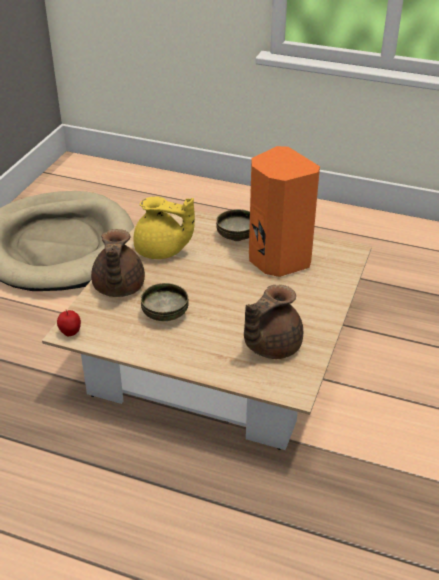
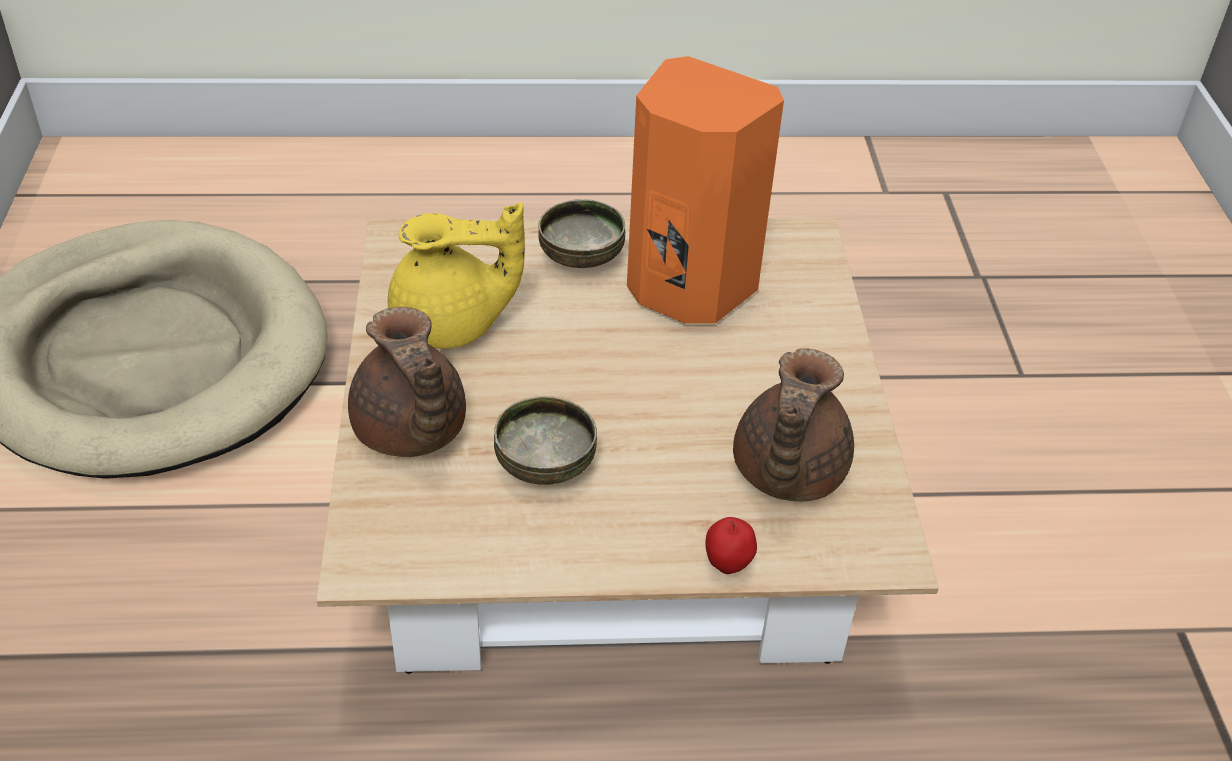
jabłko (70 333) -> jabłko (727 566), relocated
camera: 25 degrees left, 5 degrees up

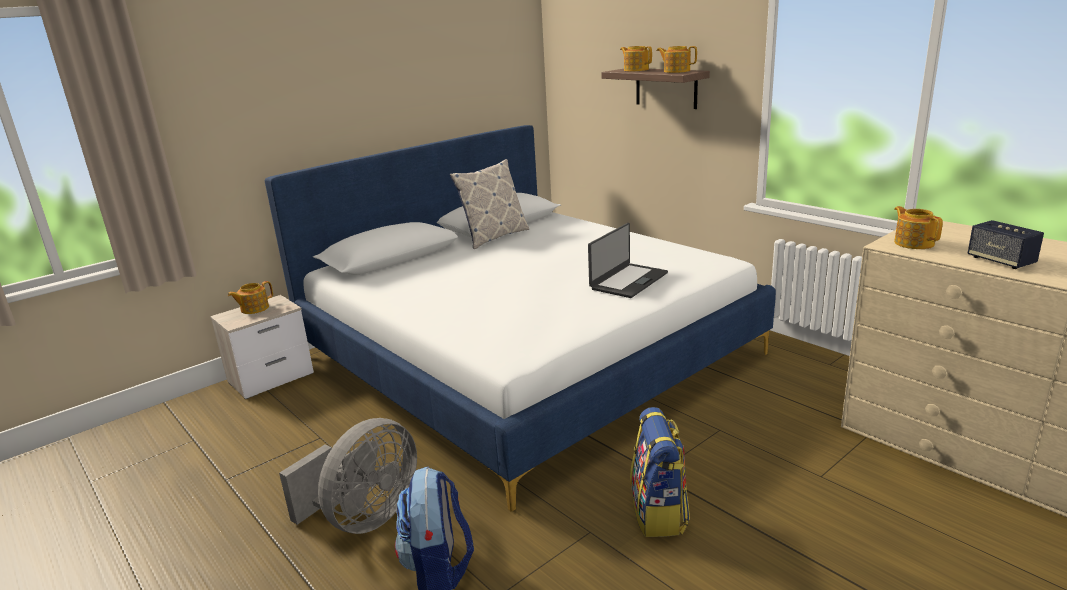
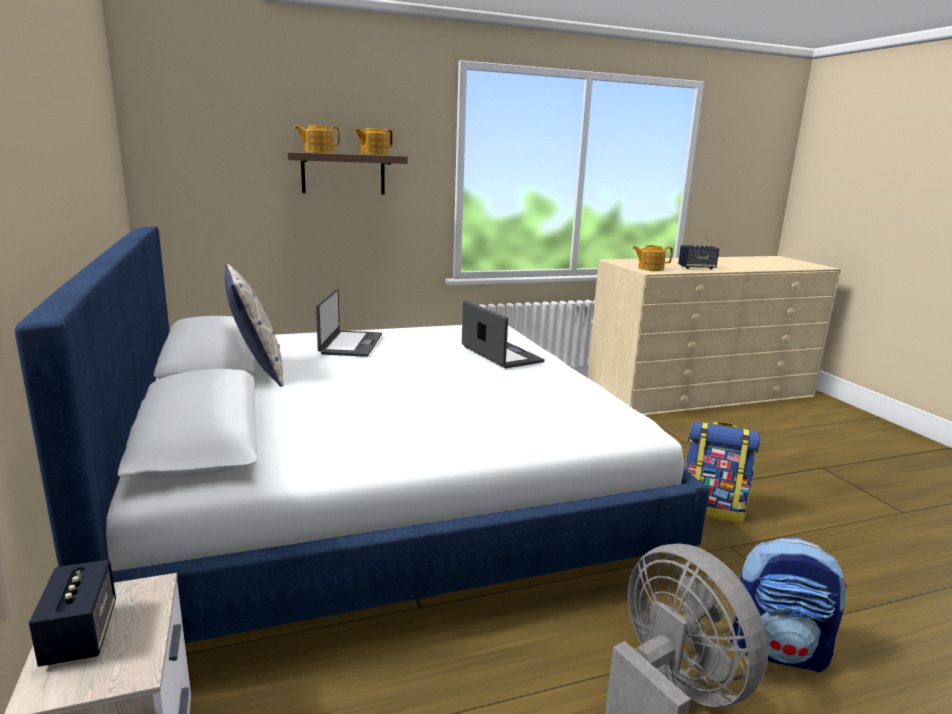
imbryk (254 308) -> głośnik (80 635)
none -> laptop (350 344)
camera: 70 degrees left, 5 degrees down

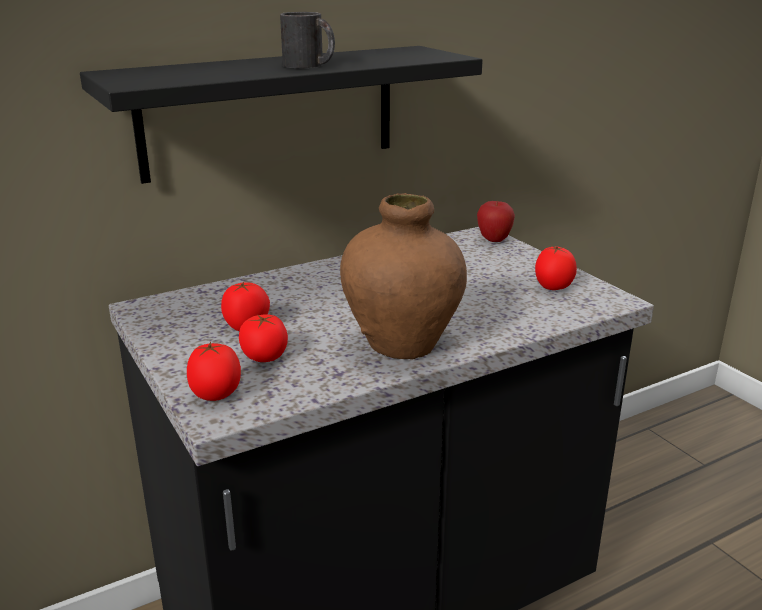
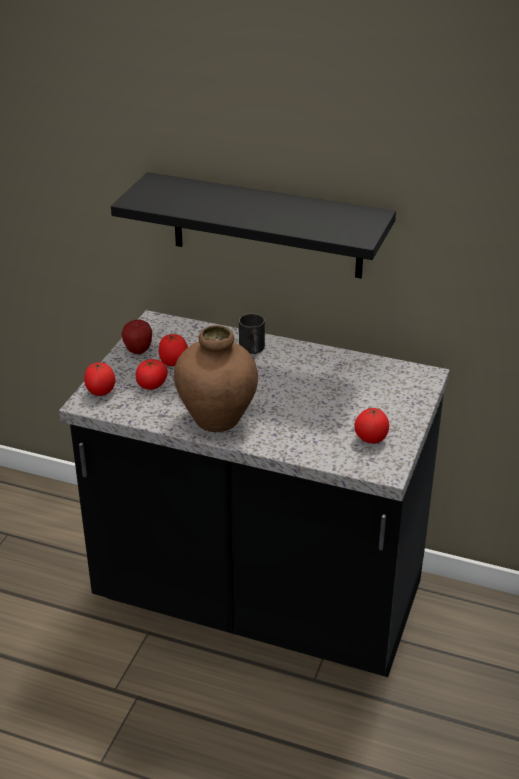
kubek (czarny) (310 65) -> kubek (czarny) (253 349), relocated
jabłko (494 240) -> jabłko (138 351), relocated
camera: 50 degrees right, 10 degrees up

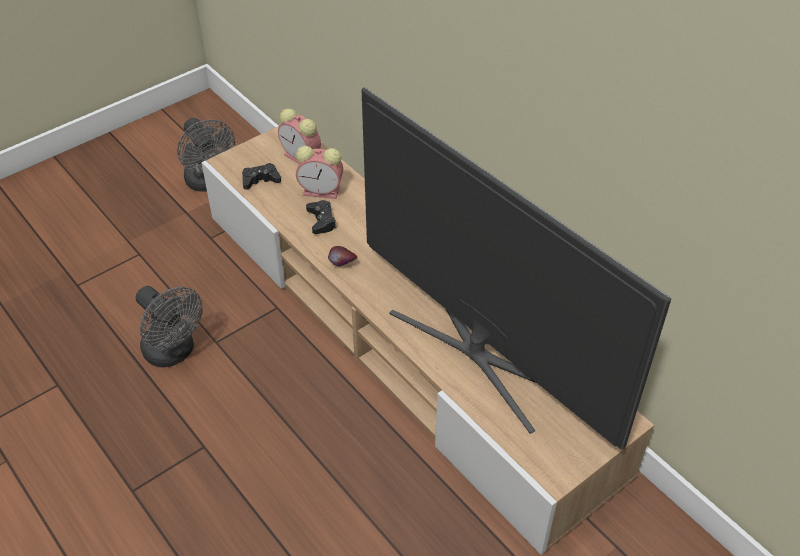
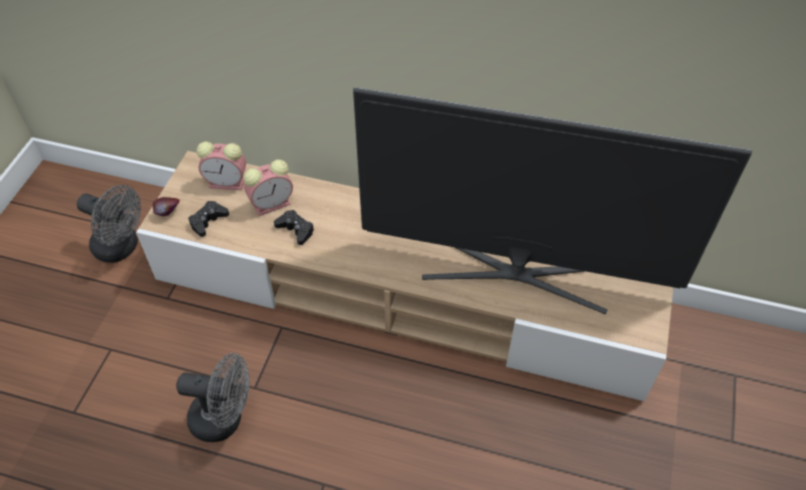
jabłko (342 265) -> jabłko (168 213), relocated
camera: 35 degrees left, 5 degrees up

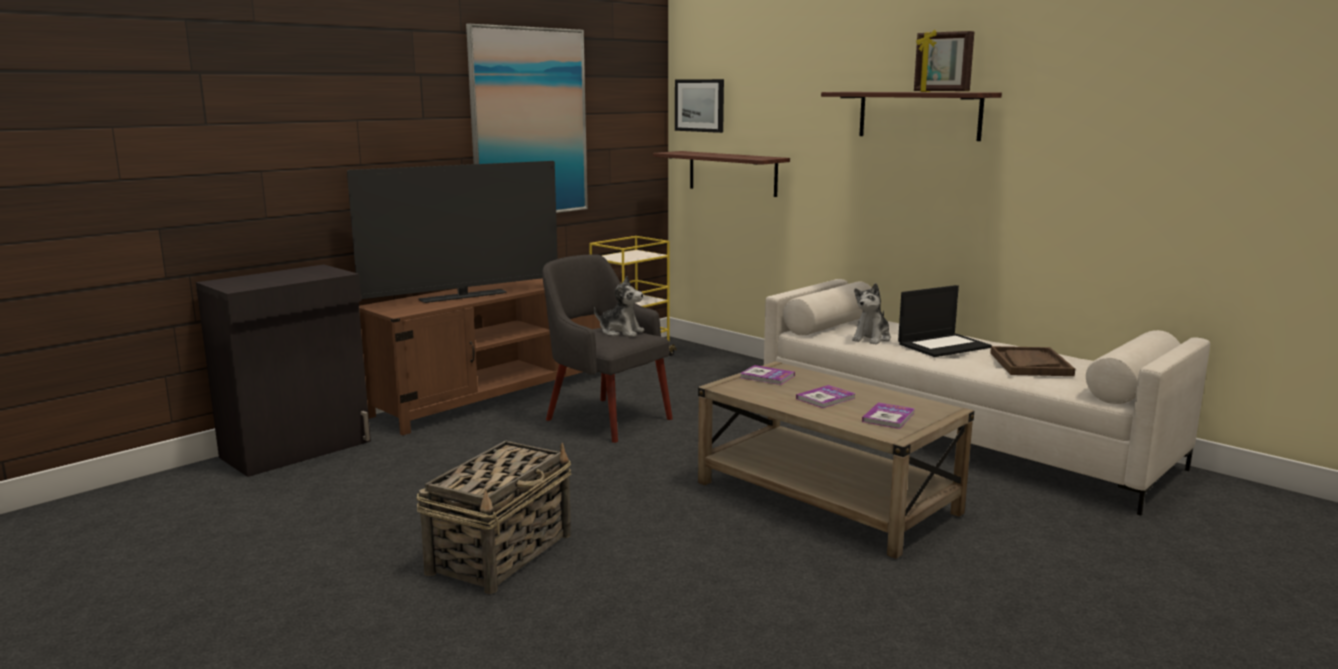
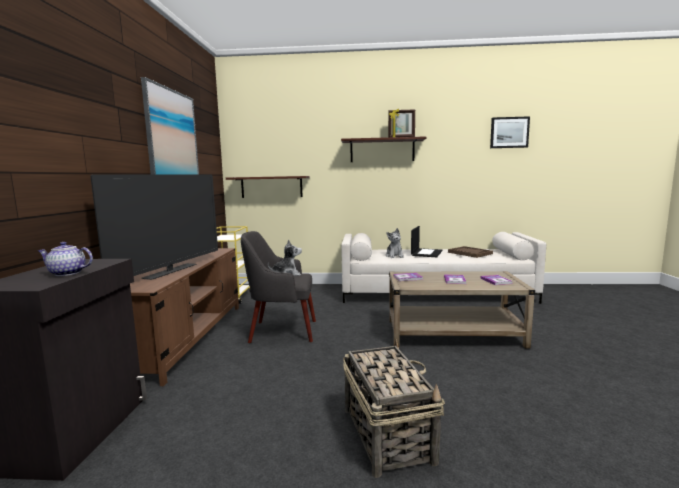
obraz (700 105) -> obraz (509 132), relocated
none -> imbryk (66 273)
camera: 40 degrees left, 5 degrees down

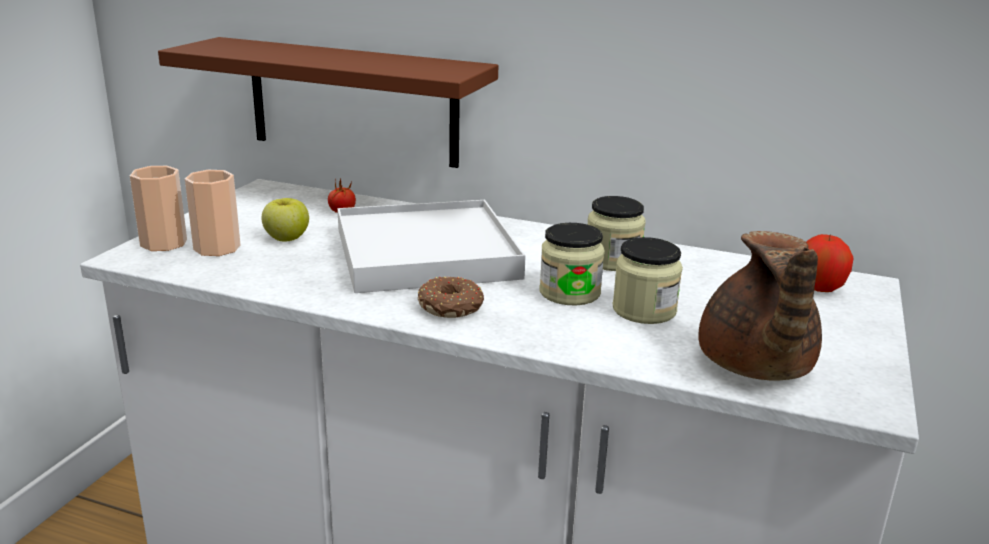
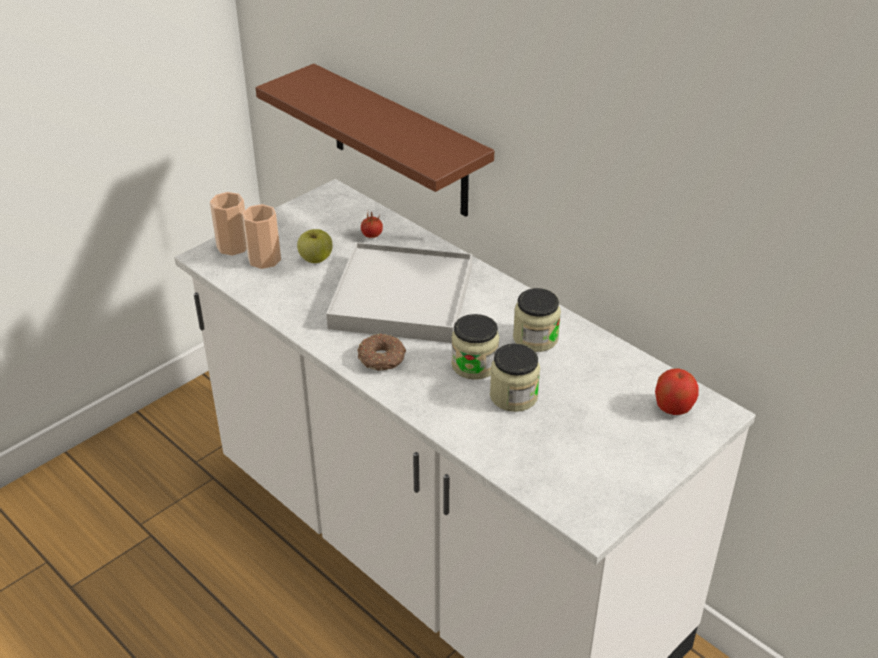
imbryk (brązowy) (754 367) -> none
camera: 25 degrees right, 15 degrees up

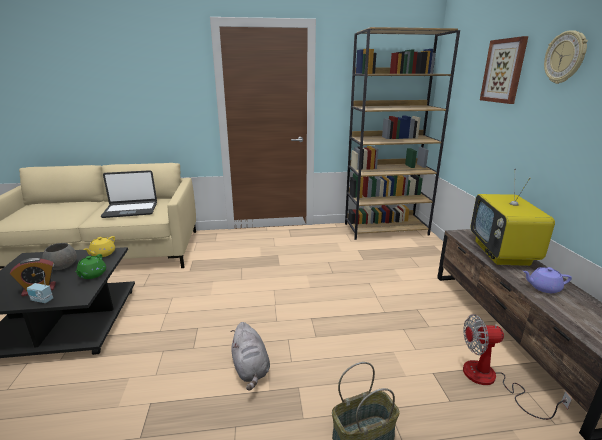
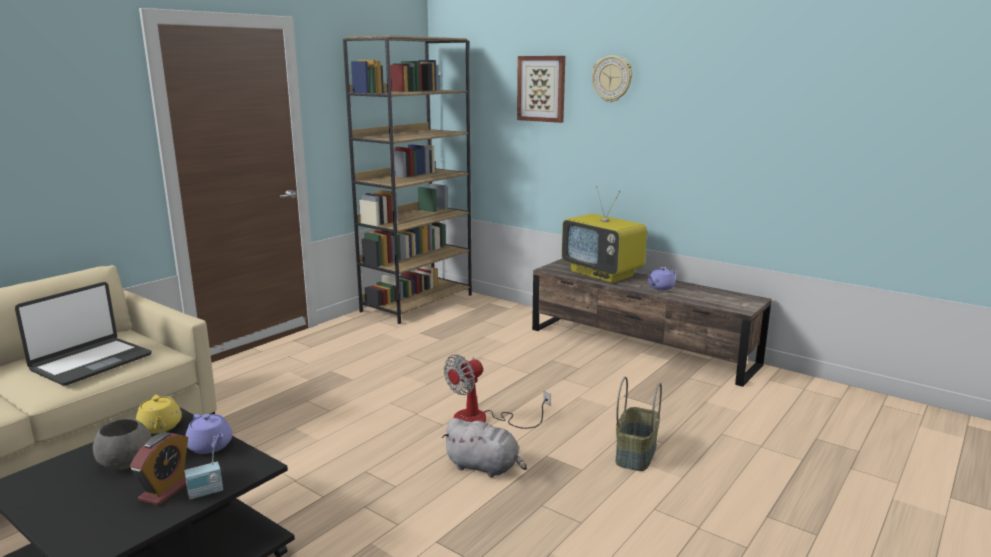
imbryk (zielony) (92 275) -> imbryk (fioletowy) (210 446)
wentylator (490 380) -> wentylator (482 420), relocated
camera: 45 degrees left, 5 degrees down

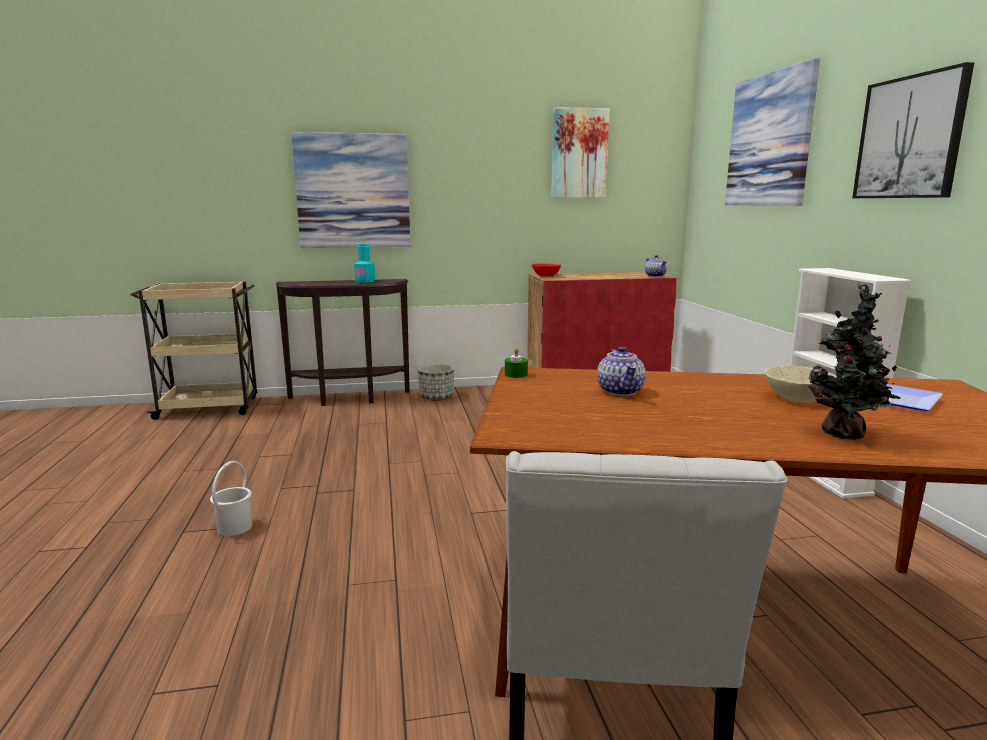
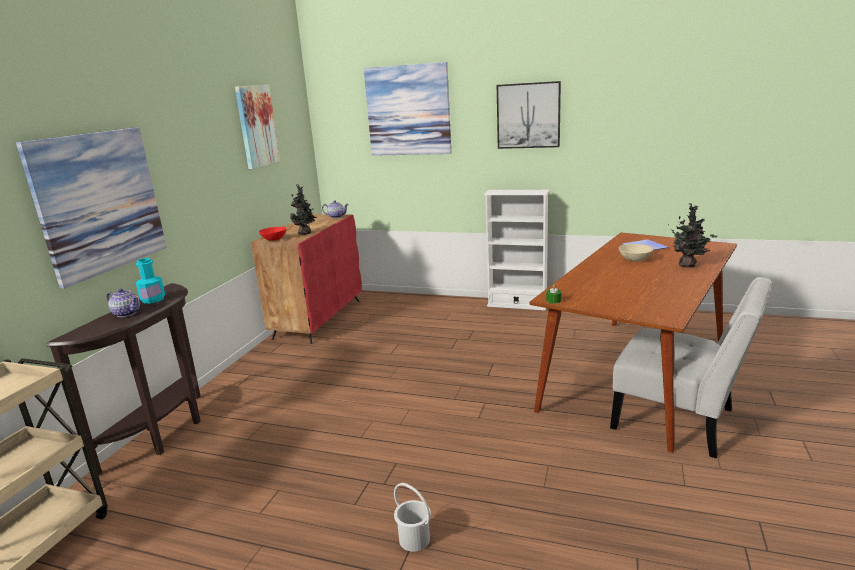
imbryk (620 391) -> imbryk (126 313), relocated
donica (436 397) -> none
none -> roślina doniczkowa (306 233)
camera: 60 degrees left, 5 degrees up

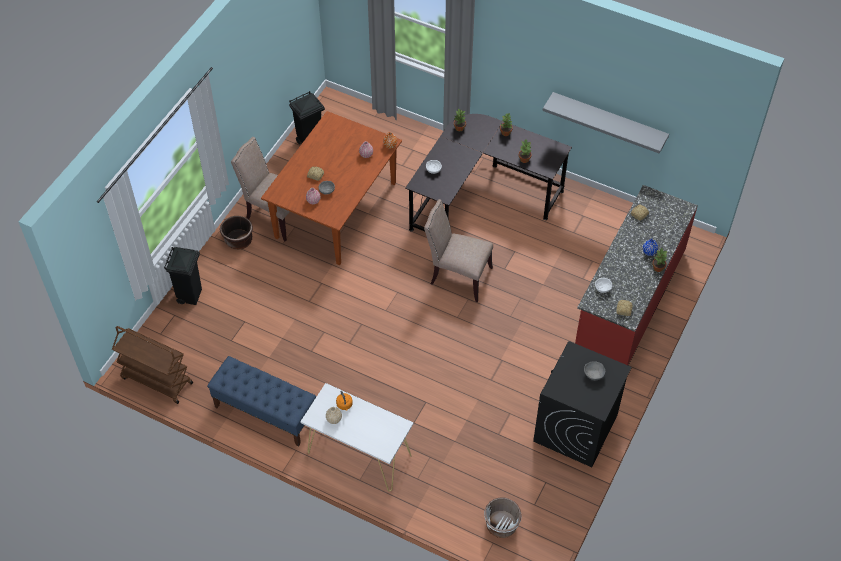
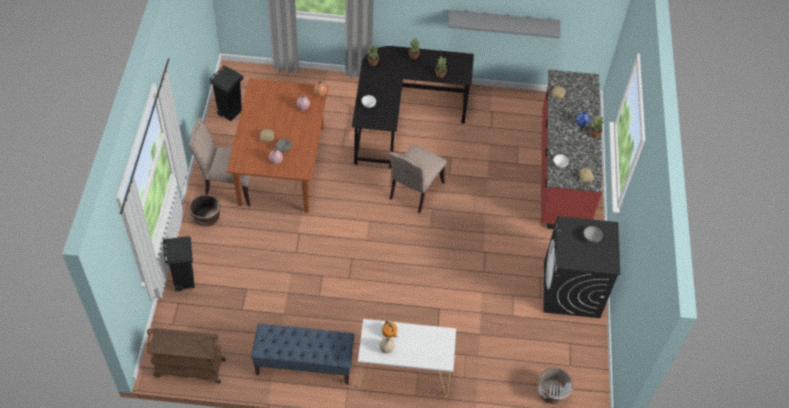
krzesło (beżowy) (458 276) -> krzesło (beżowy) (414 192), 60 degrees counterclockwise
camera: 25 degrees left, 0 degrees up

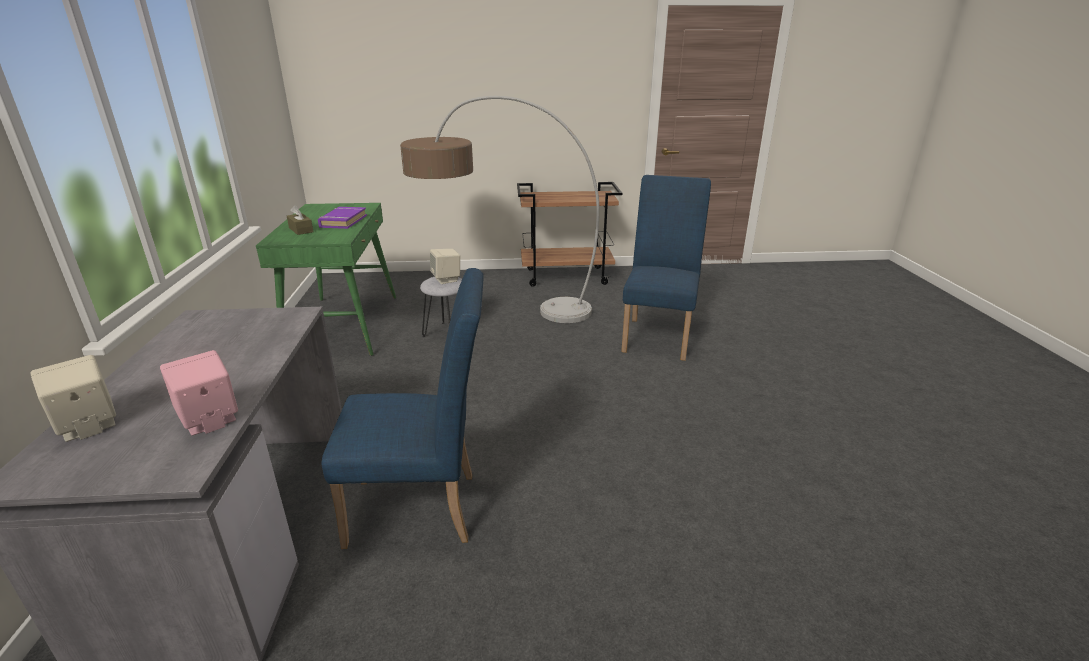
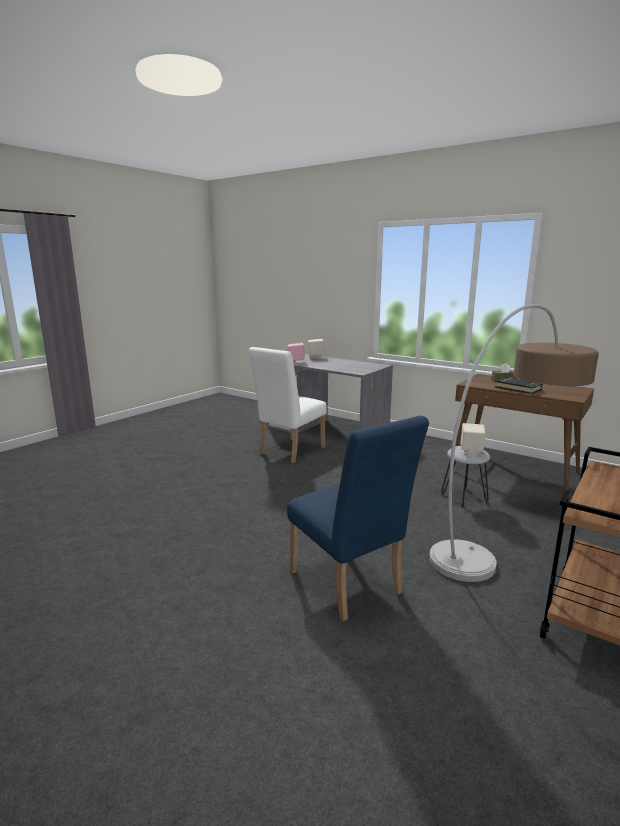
biurko (zielony) (343 325) -> biurko (brązowy) (514 471)
książka (fioletowy) (343 221) -> książka (czarny) (518 388)
krzesło (niebieski) (424 509) -> krzesło (biały) (289 452)
camera: 130 degrees right, 10 degrees down

